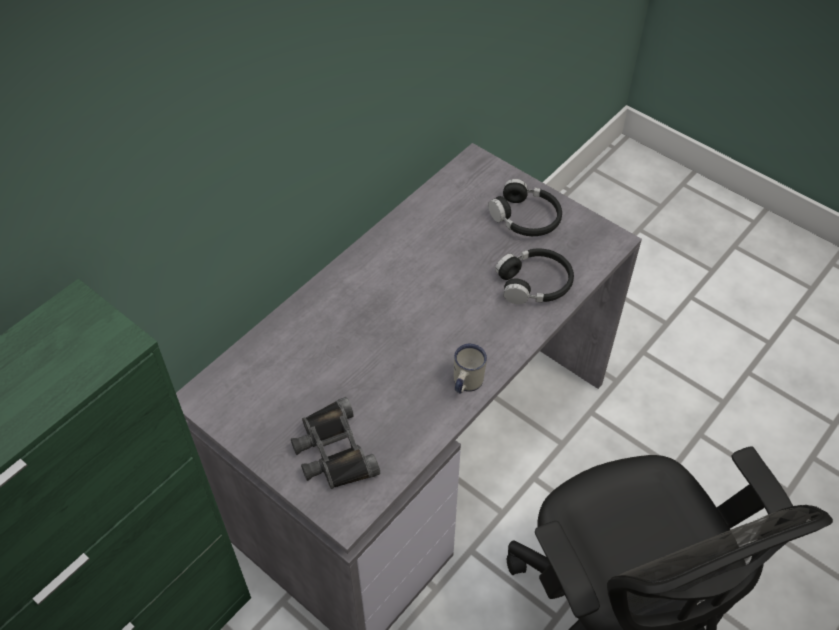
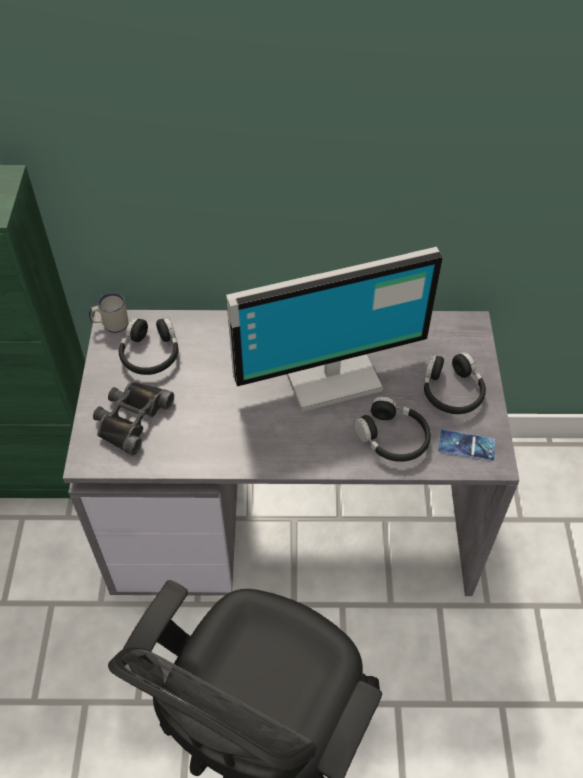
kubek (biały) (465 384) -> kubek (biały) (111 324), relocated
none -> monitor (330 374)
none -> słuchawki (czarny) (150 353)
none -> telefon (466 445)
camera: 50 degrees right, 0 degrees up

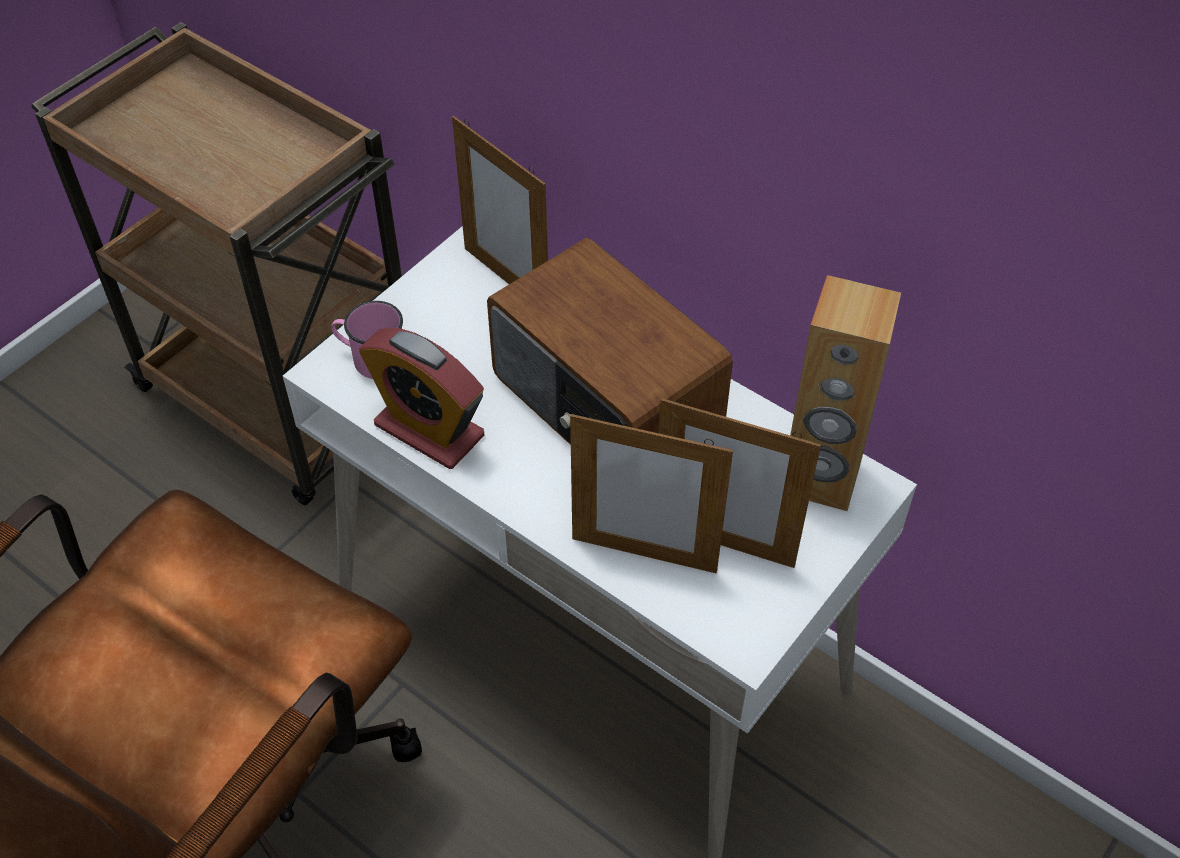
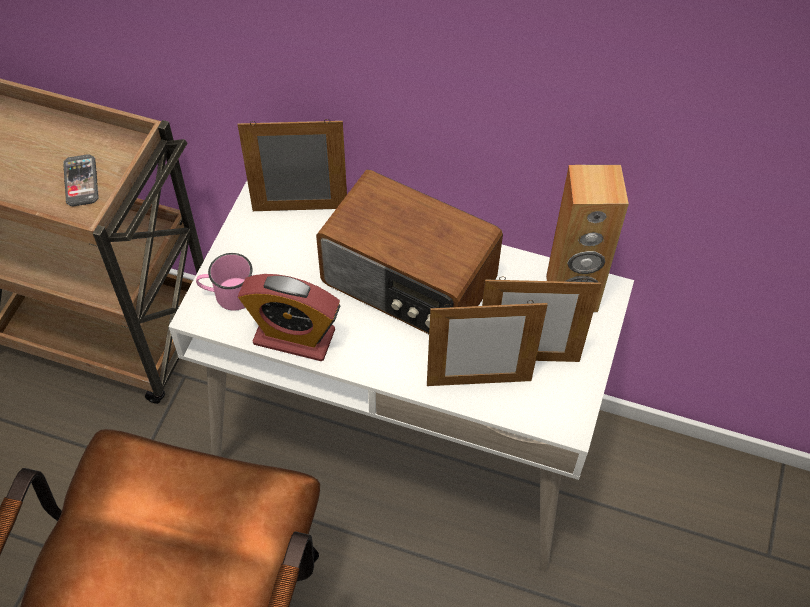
ramka na zdjęcie (506 281) -> ramka na zdjęcie (300 209), 150 degrees clockwise
none -> telefon (81 182)
camera: 20 degrees left, 5 degrees up

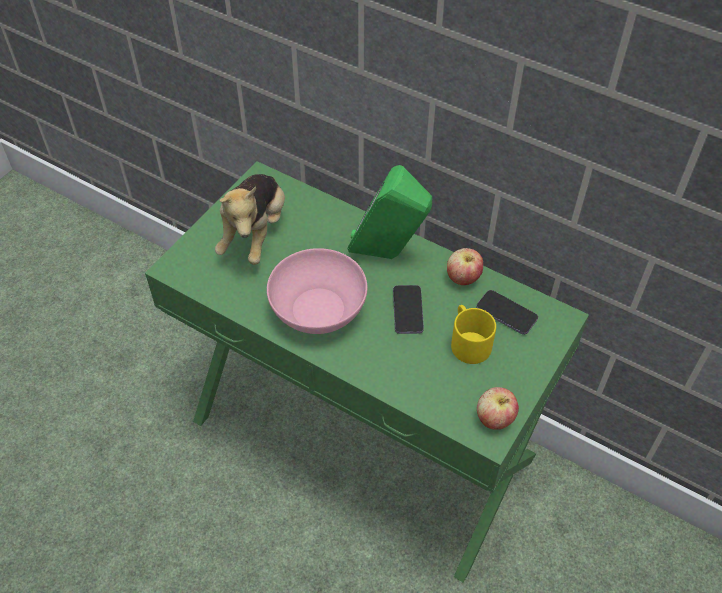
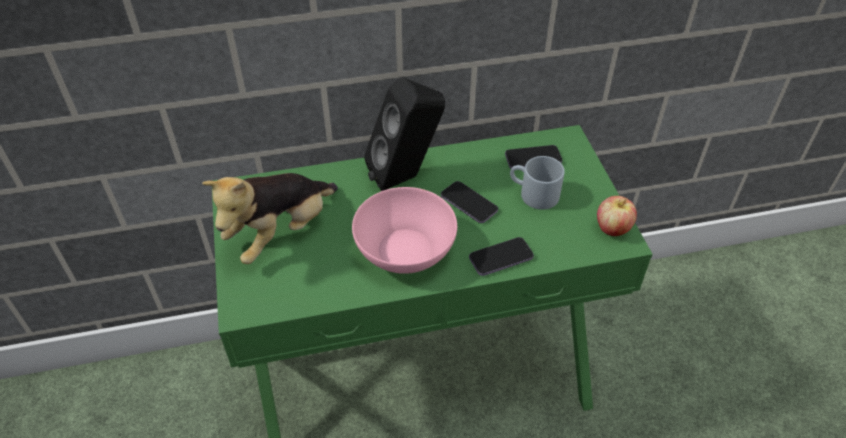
głośnik (zielony) (388 254) -> głośnik (czarny) (406 176)
pluszak (255 233) -> pluszak (281 233), 75 degrees clockwise
jabłko (463 278) -> none
kubek (żółty) (467 341) -> kubek (szary) (533 194)
none -> telefon (501 258)
camera: 45 degrees left, 5 degrees down

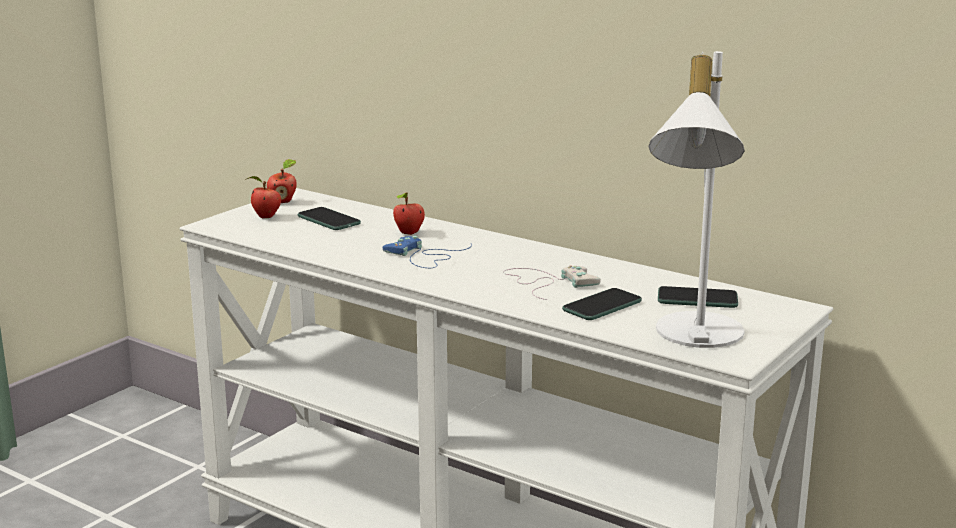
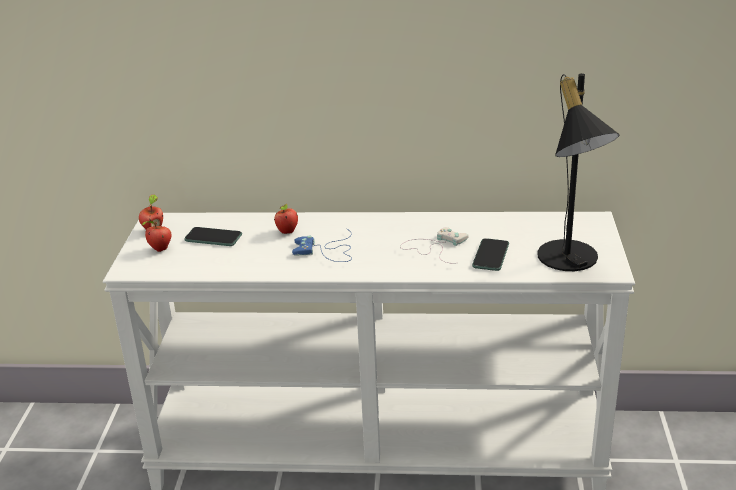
lampa stołowa (biały) (693 336) -> lampa stołowa (czarny) (570 262)
telefon (697 299) -> none
camera: 30 degrees left, 10 degrees up

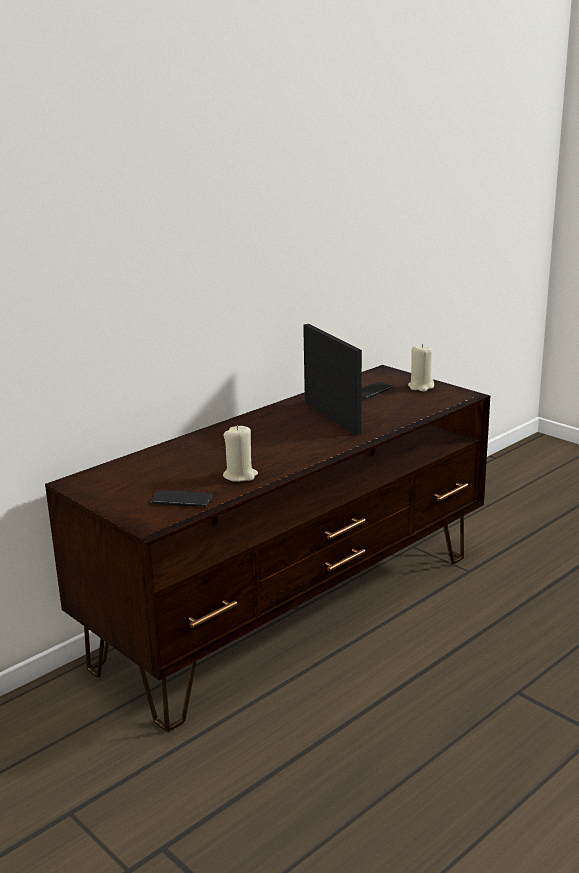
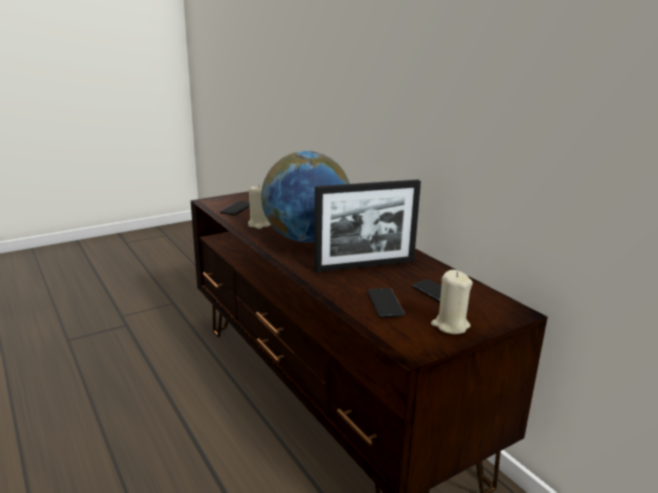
none -> globus (306 238)
none -> telefon (385 303)
camera: 100 degrees right, 0 degrees up

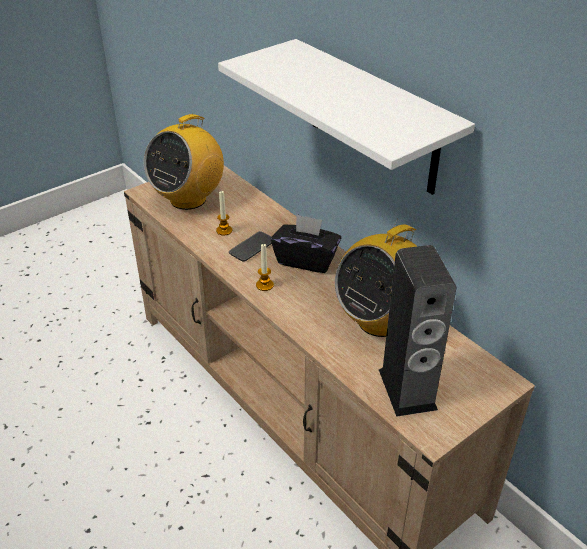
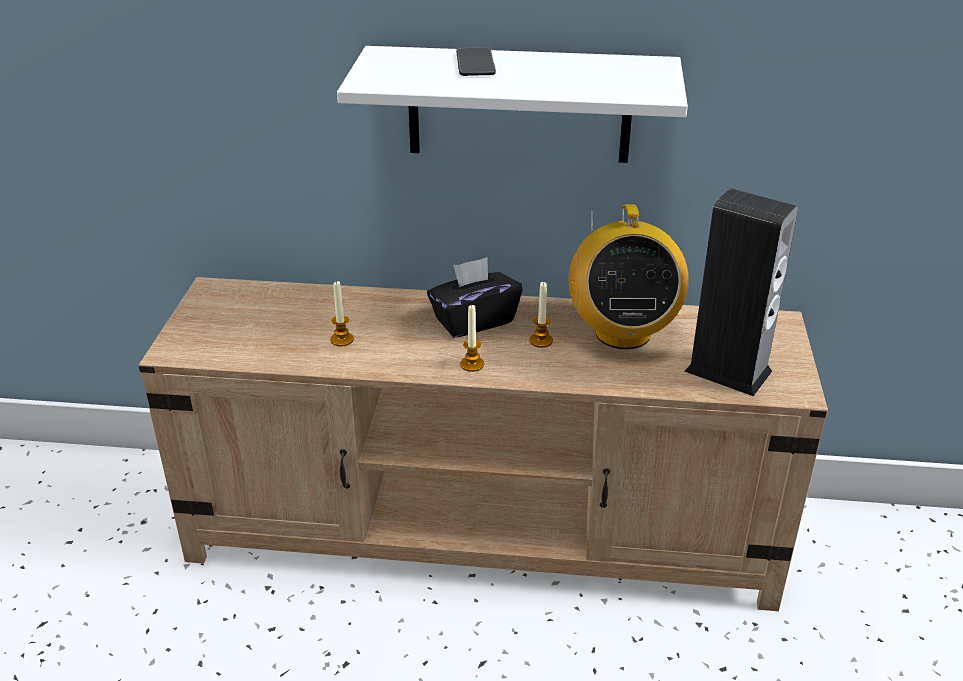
radio (188 199) -> none
telefon (252 247) -> telefon (475 63), relocated
none -> świeca (541 341)
camera: 45 degrees left, 5 degrees down

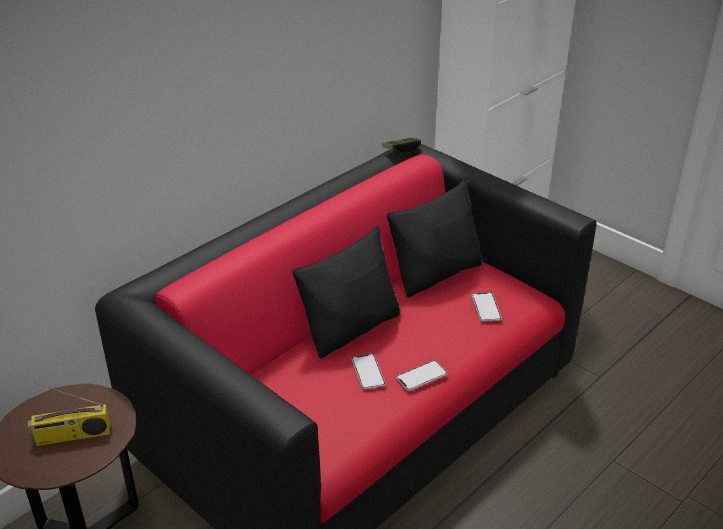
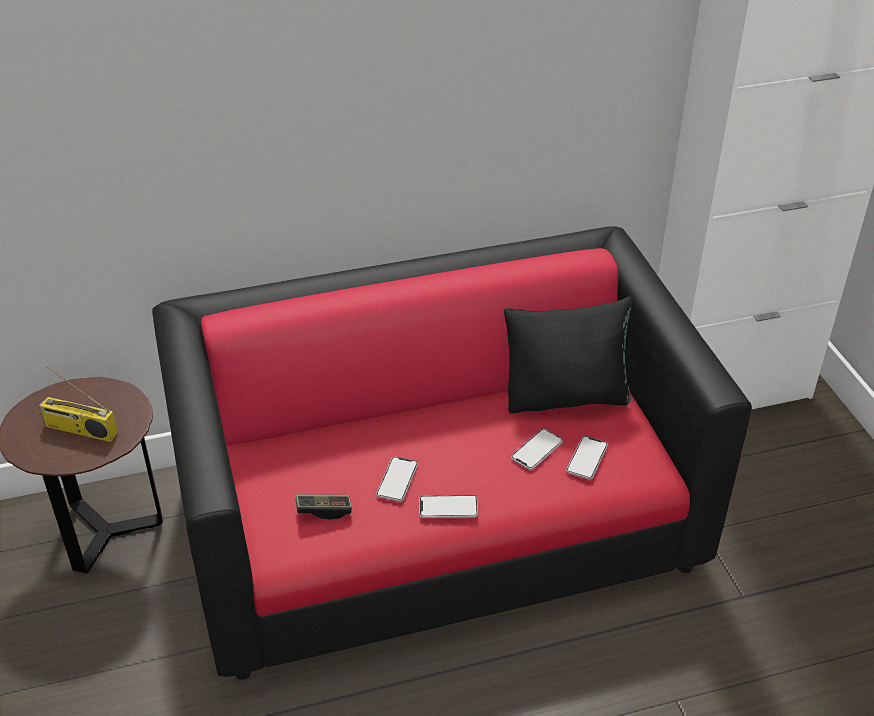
pad do gier (401 149) -> pad do gier (324 510), relocated
poduszka (czarny) (351 328) -> none
none -> telefon (537 450)
camera: 30 degrees right, 5 degrees up

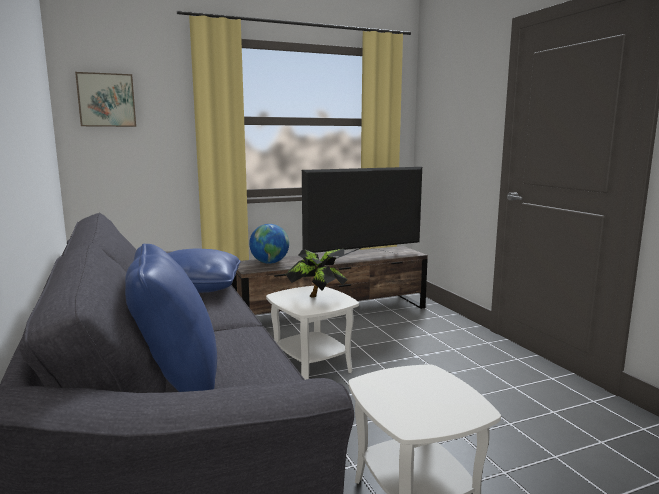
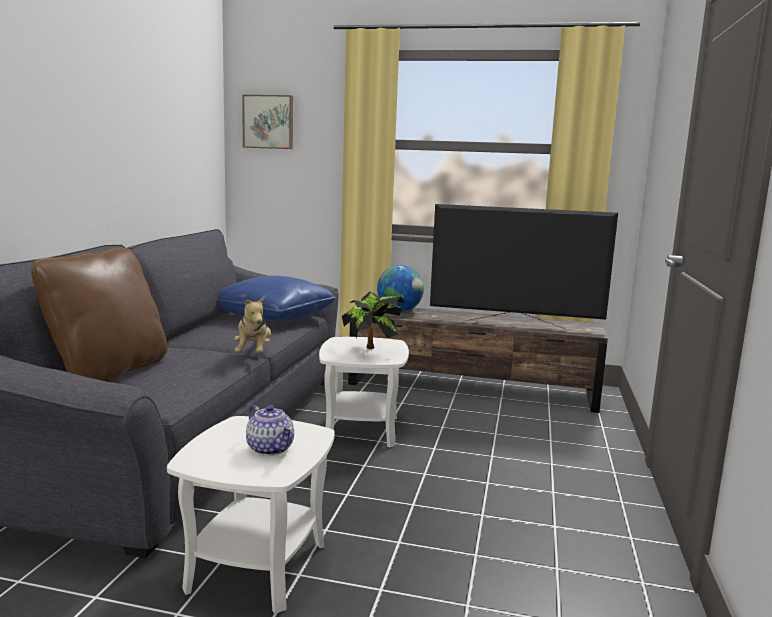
poduszka (niebieski) (177 380) -> poduszka (brązowy) (109 373)
none -> pluszak (254 353)
none -> imbryk (270 448)
camera: 35 degrees right, 0 degrees up

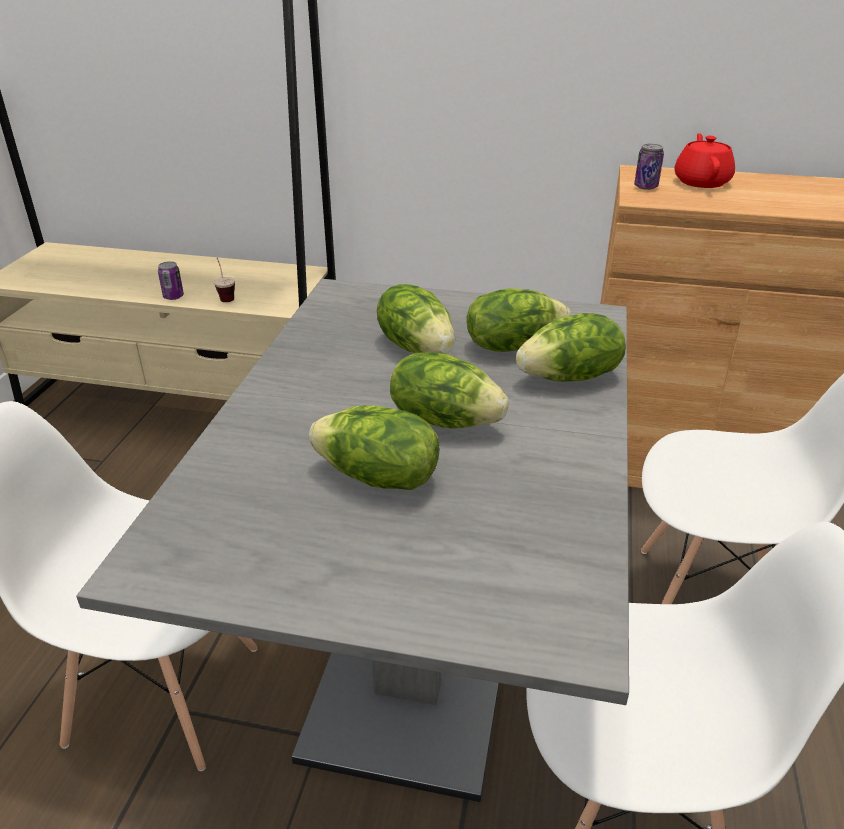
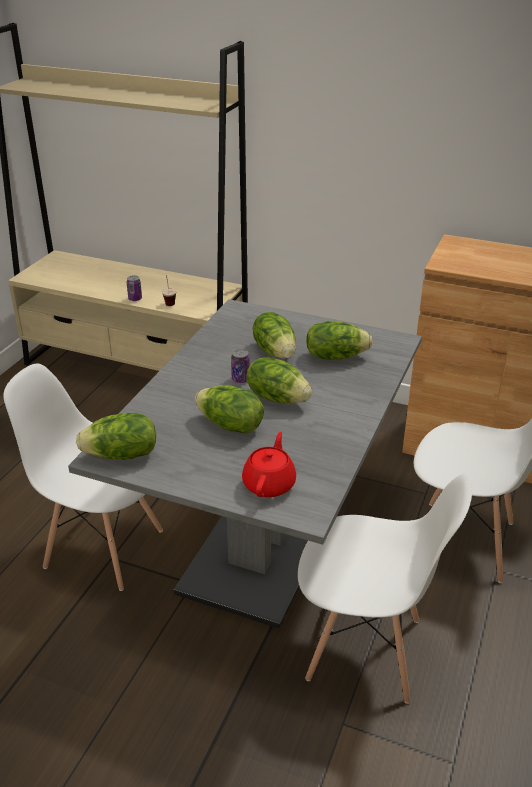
imbryk (czerwony) (701 182) -> imbryk (czerwony) (269 484), relocated
puszka (645 187) -> puszka (240 379), relocated
sałata (570 377) -> sałata (122 455), relocated
camera: 10 degrees right, 0 degrees up

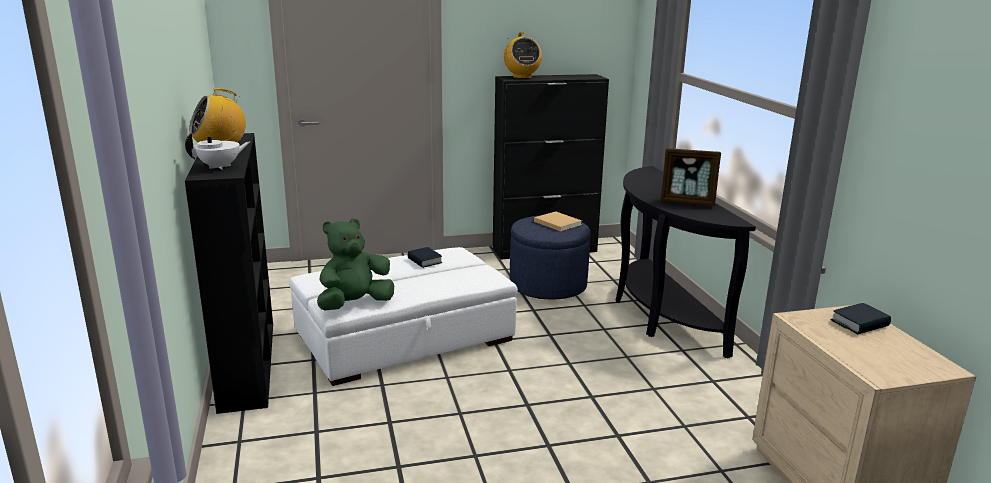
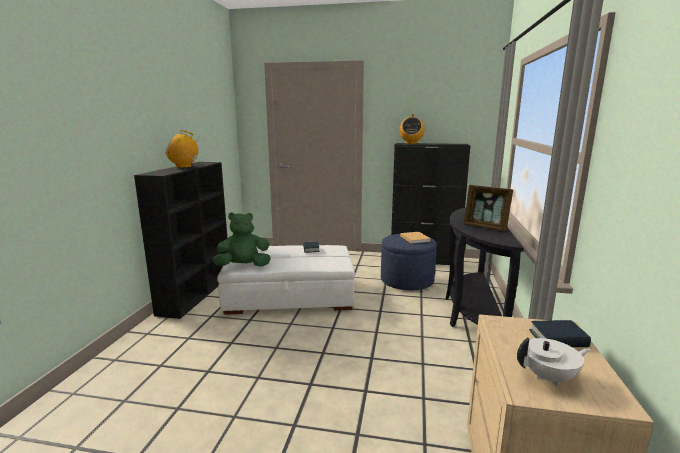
imbryk (biały) (220 167) -> imbryk (biały) (549 377), relocated
camera: 25 degrees right, 5 degrees down

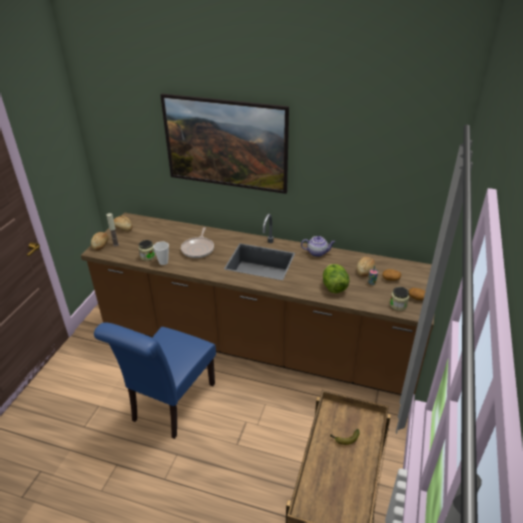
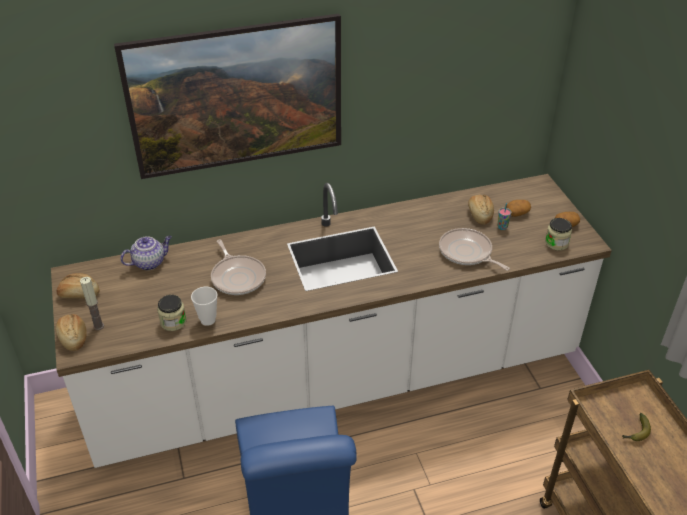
zabudowa kuchenna (brązowy) (262 344) -> zabudowa kuchenna (biały) (343 376)
imbryk (317 252) -> imbryk (150 262), relocated
sałata (334 287) -> patelnia (467 252)
camera: 35 degrees left, 5 degrees up

